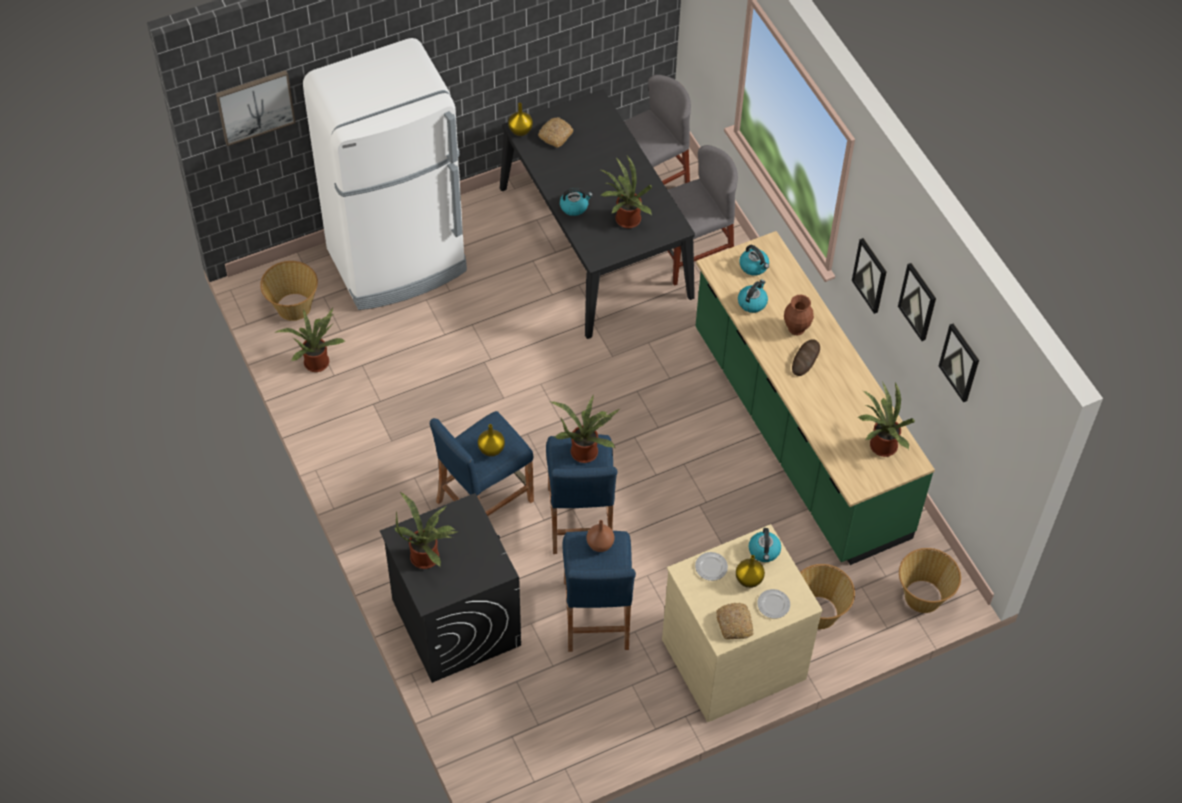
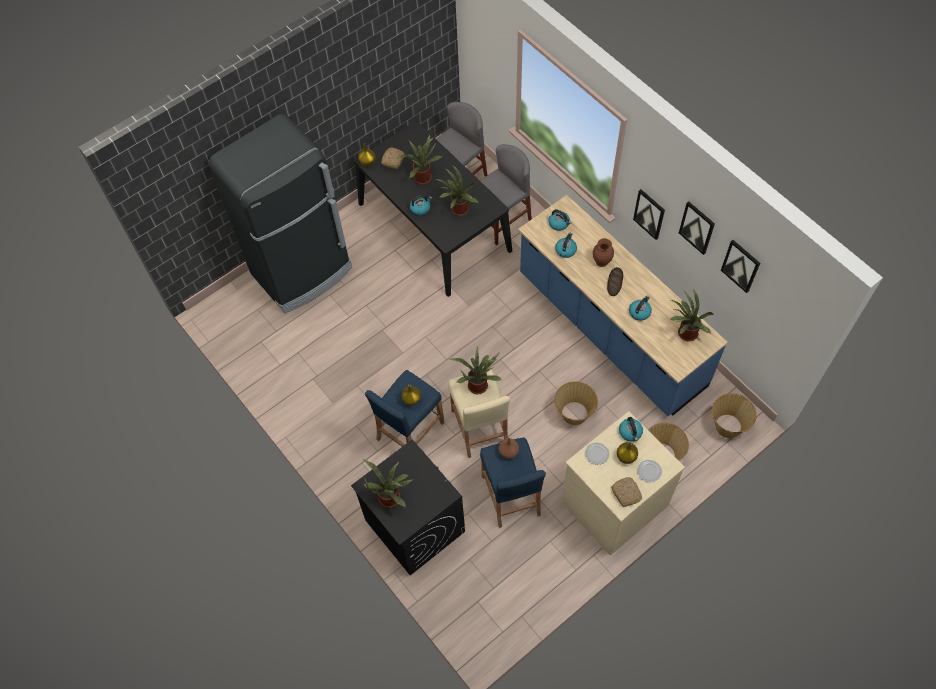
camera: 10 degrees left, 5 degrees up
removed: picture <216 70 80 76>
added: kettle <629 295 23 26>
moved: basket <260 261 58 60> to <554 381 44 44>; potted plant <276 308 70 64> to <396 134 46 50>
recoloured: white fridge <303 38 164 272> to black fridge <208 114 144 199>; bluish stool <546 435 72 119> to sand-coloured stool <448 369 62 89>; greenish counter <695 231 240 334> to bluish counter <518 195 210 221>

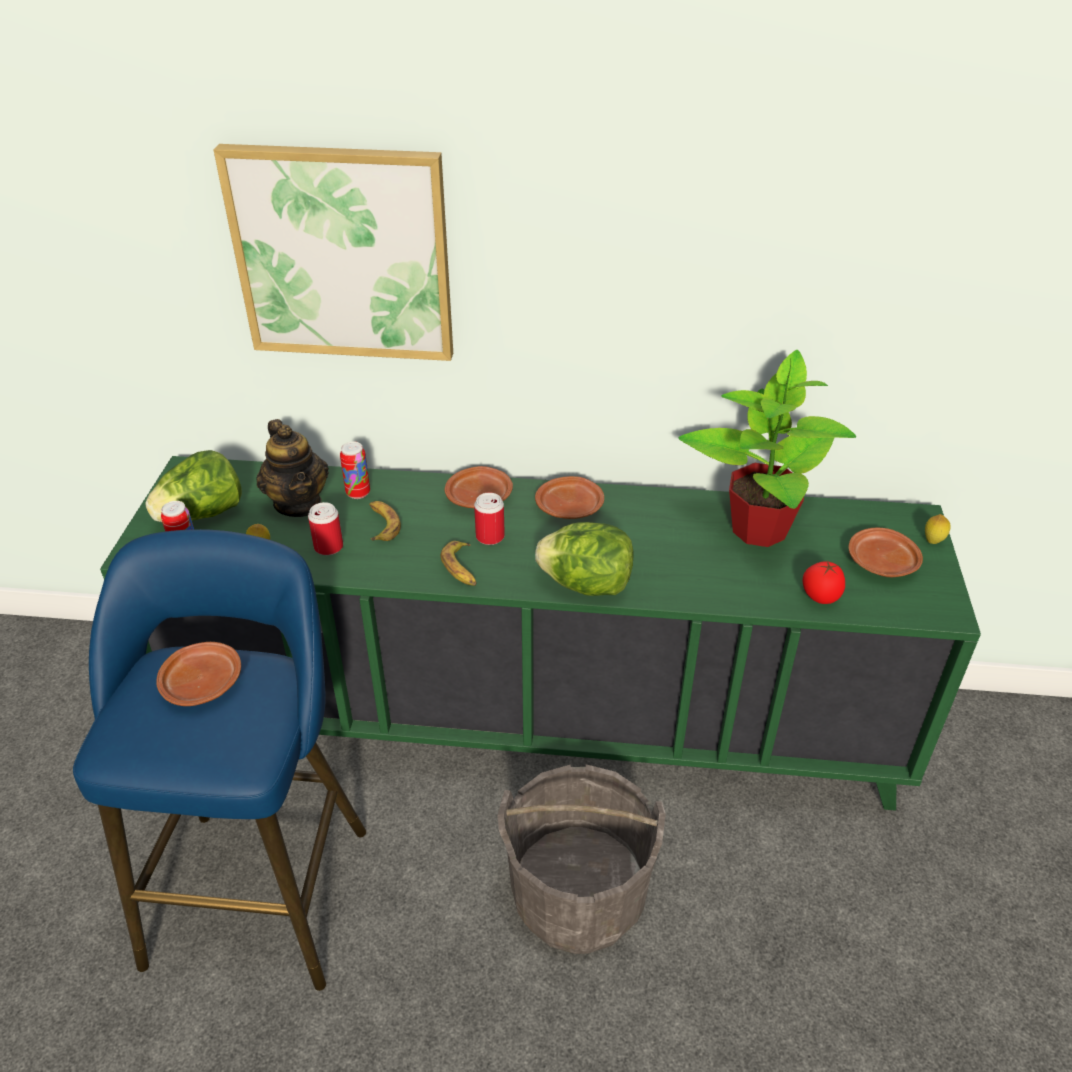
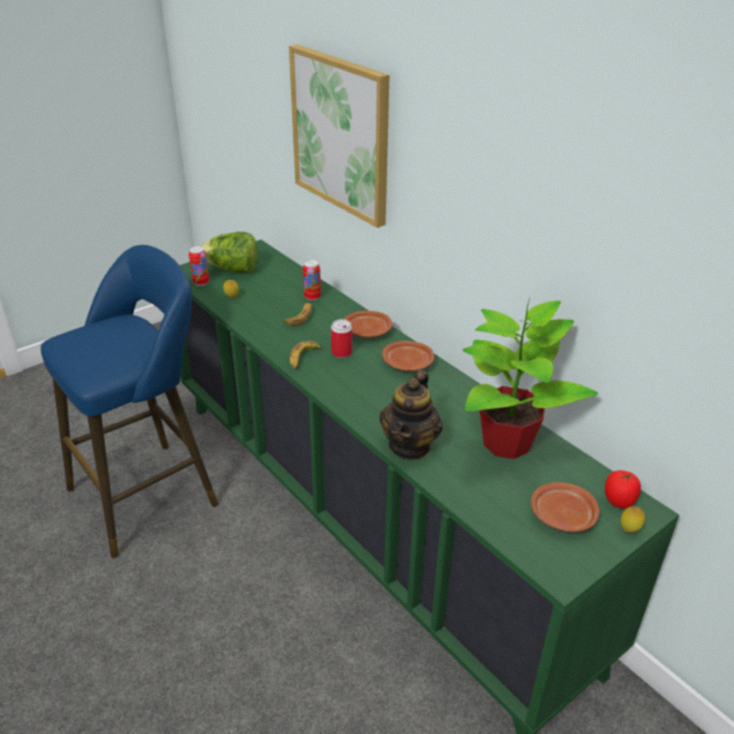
camera: 45 degrees right, 5 degrees down
removed: brownish dinner plate <156 642 85 64>; sealed can <308 502 35 53>; grey water bucket <497 764 169 190>; head of lettuce <535 522 99 74>
moved: teapot <257 419 72 98> to <379 370 63 90>; tomato <802 561 43 43> to <605 470 36 39>

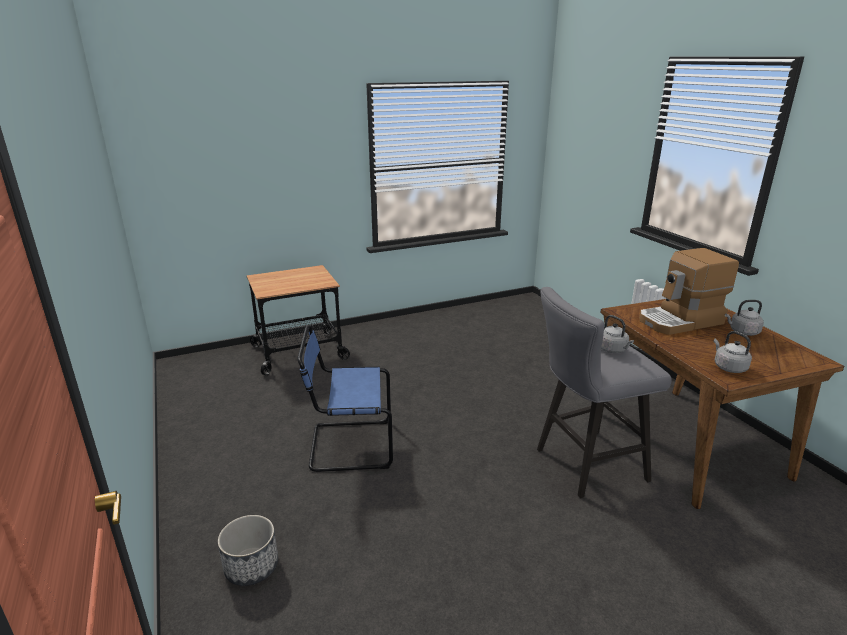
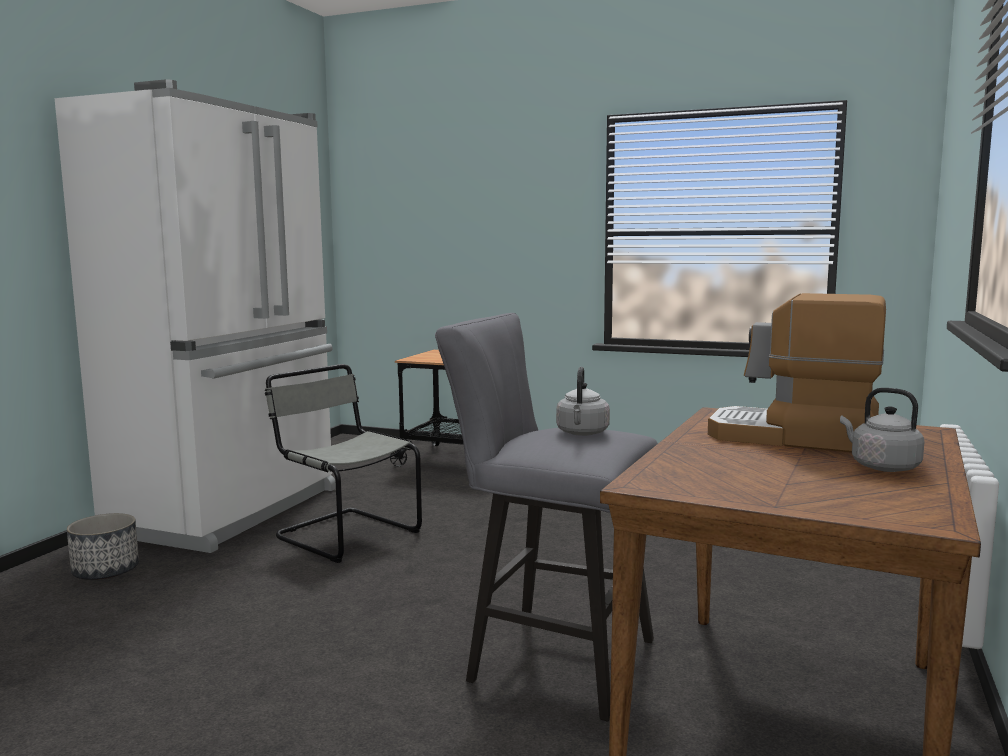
camera: 45 degrees right, 15 degrees down
removed: grey kettle <714 331 38 42>
added: white fridge <55 79 281 474>
recoloured: bluish plain chair <297 325 96 147> to grey plain chair <265 364 157 199>

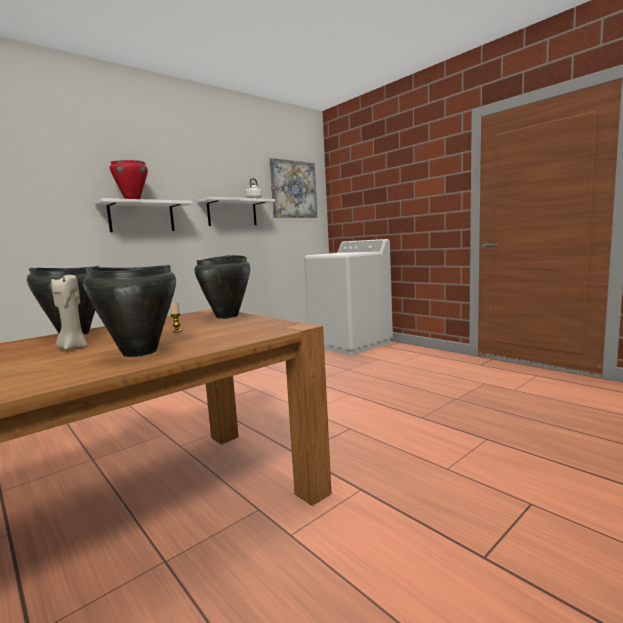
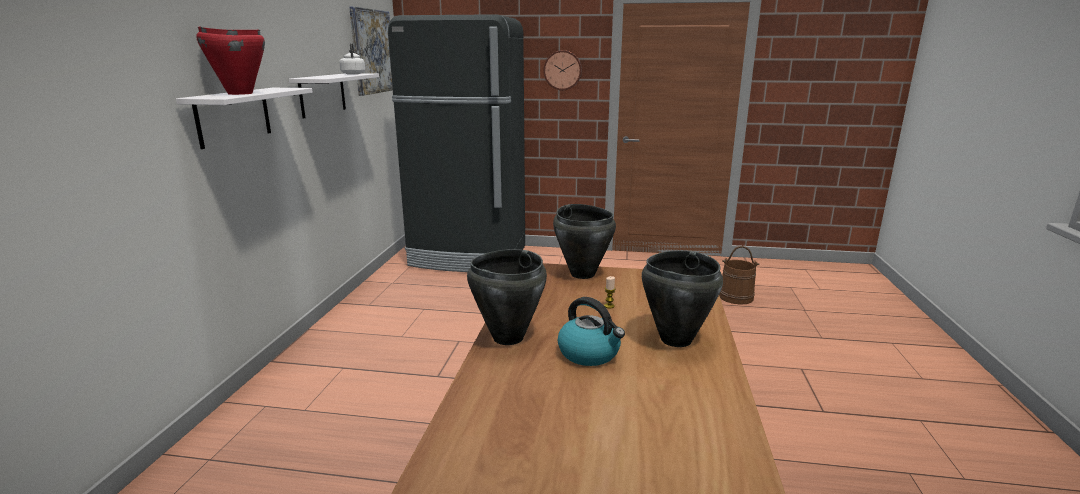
camera: 40 degrees left, 10 degrees up
added: hanging clock <543 50 39 40>; brownish water bucket <719 246 40 59>
replaced: sand-coloured wax candle <51 275 37 75> to kettle <558 297 67 69>; white laundry machine <304 239 89 117> to black fridge <388 14 137 258>

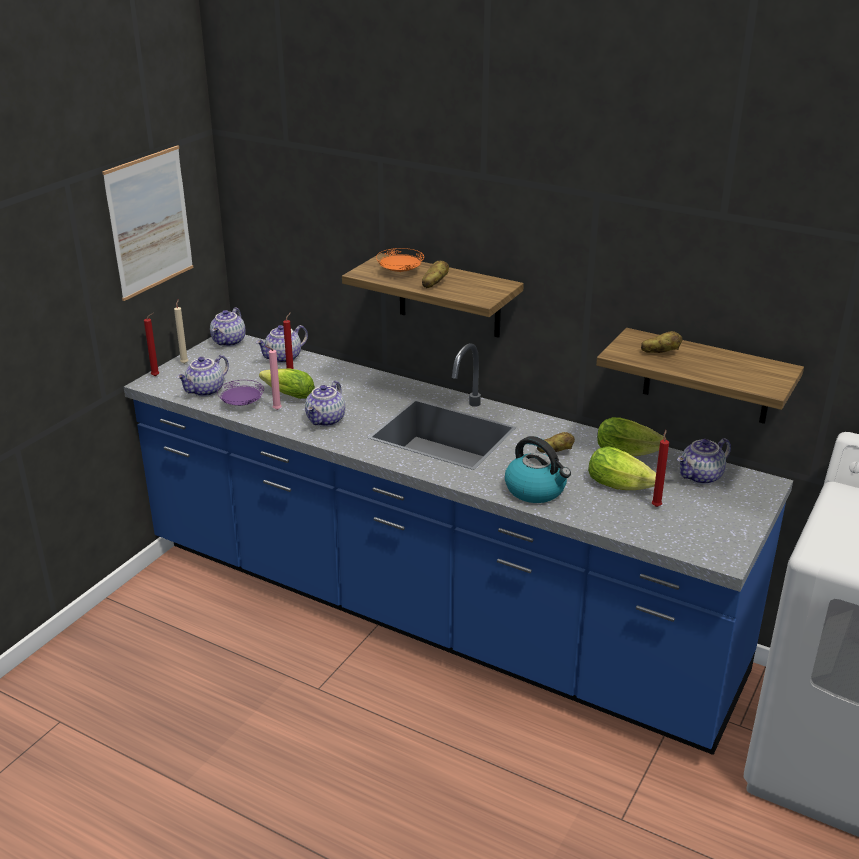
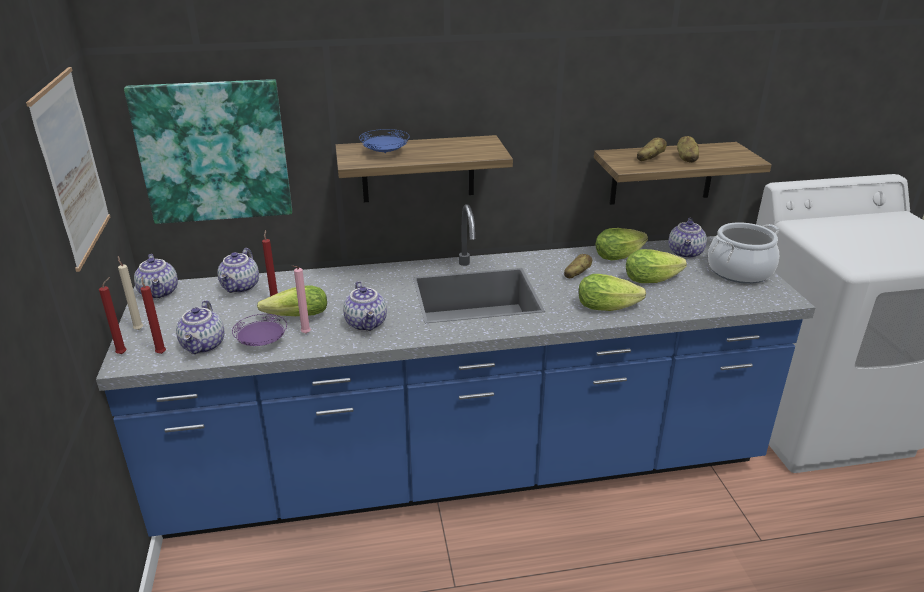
camera: 40 degrees left, 0 degrees up
added: picture <124 79 168 145>; cooking pot <708 222 72 62>
moved: whole potato <422 261 27 27> to <677 136 22 27>; red wax candle <652 430 17 77> to <141 276 25 78>
replaced: kettle <505 436 66 67> to head of lettuce <579 274 67 37>
recoloured: orange dinner plate <376 248 48 24> to bluish dinner plate <359 129 50 24>

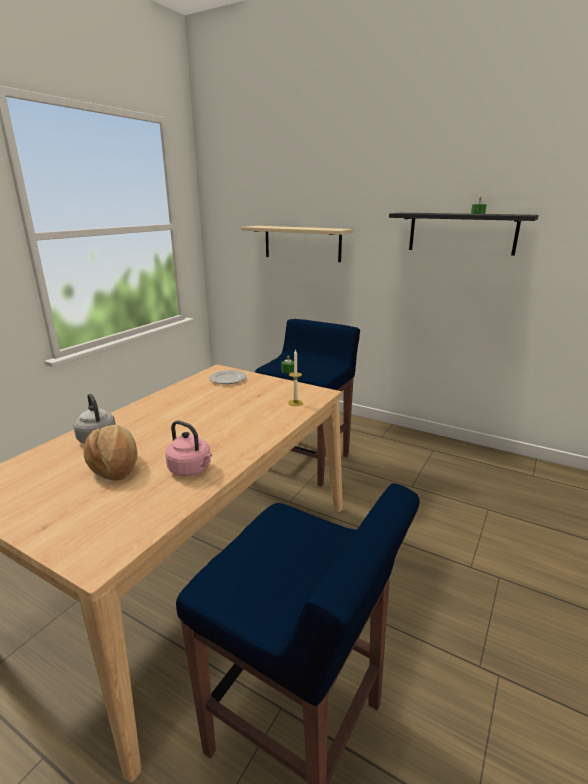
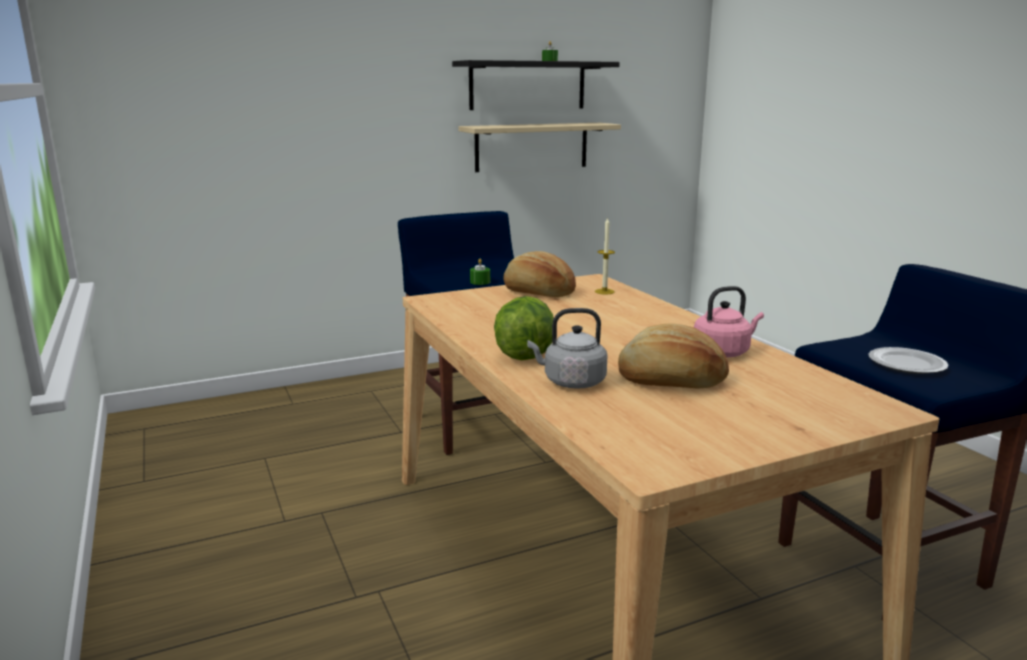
camera: 55 degrees left, 5 degrees down
added: head of lettuce <494 296 60 64>; bakery bread <503 251 73 46>
moved: dinner plate <209 370 38 14> to <868 347 81 27>; sand-coloured bracket shelf <241 226 112 36> to <459 123 162 49>

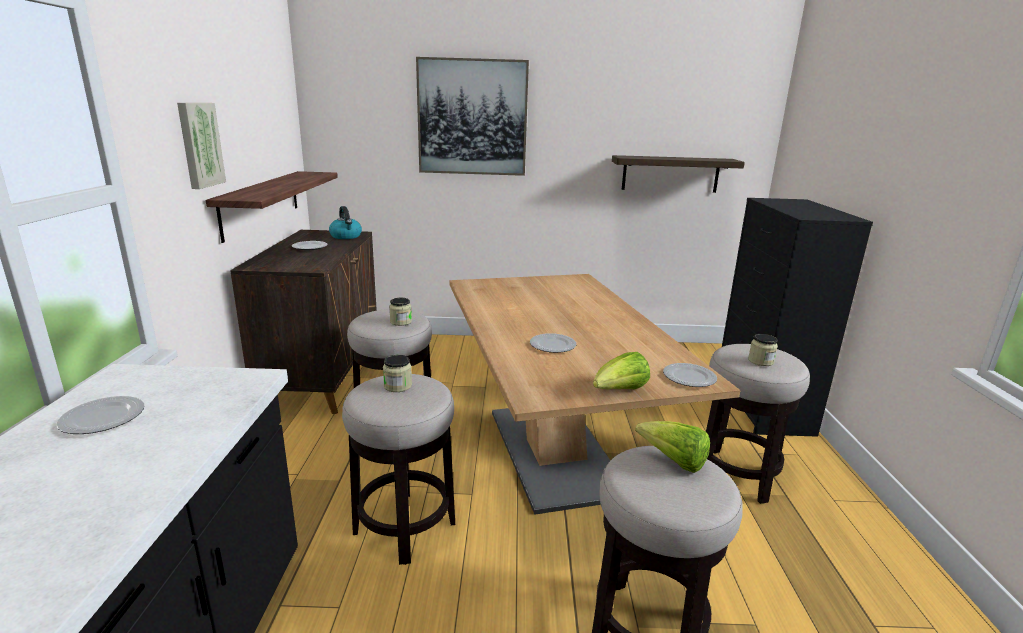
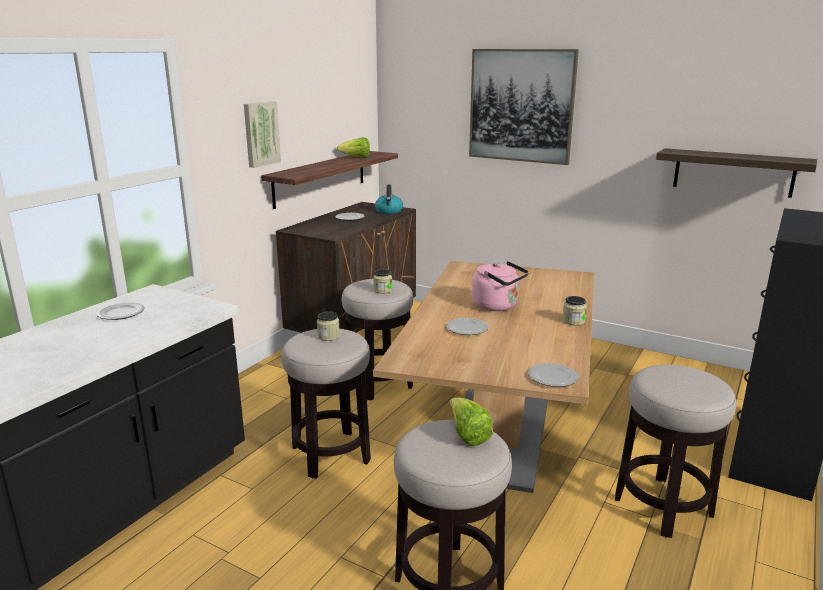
camera: 30 degrees right, 0 degrees up
added: pink kettle <472 261 57 50>
moved: head of lettuce <593 352 57 37> to <337 137 33 21>; jar <748 334 30 32> to <563 296 24 30>

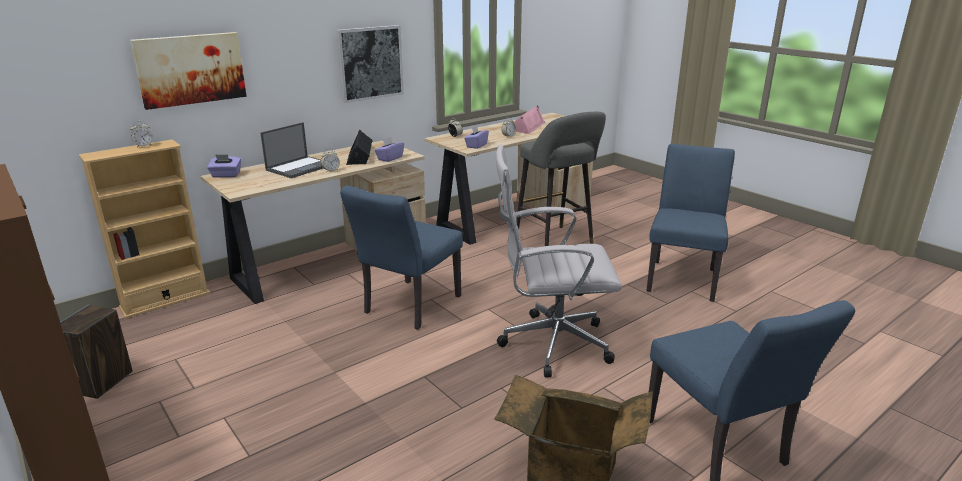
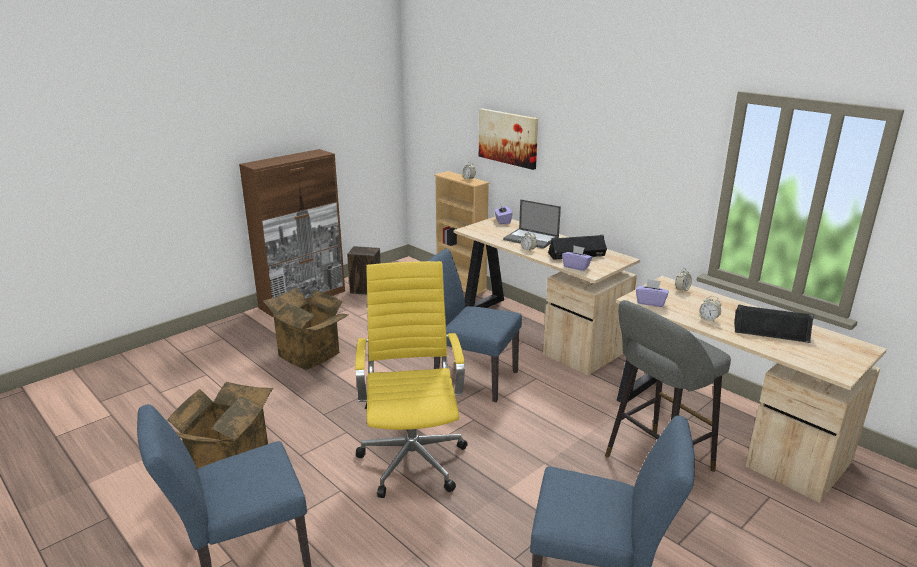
camera: 85 degrees right, 0 degrees up
removed: picture <336 25 68 78>
added: cardboard box <263 287 85 83>
recoloured: white desk chair <496 145 126 232> to yellow desk chair <355 261 113 237>; pink loudspeaker <514 105 31 29> to black loudspeaker <734 305 80 38>

